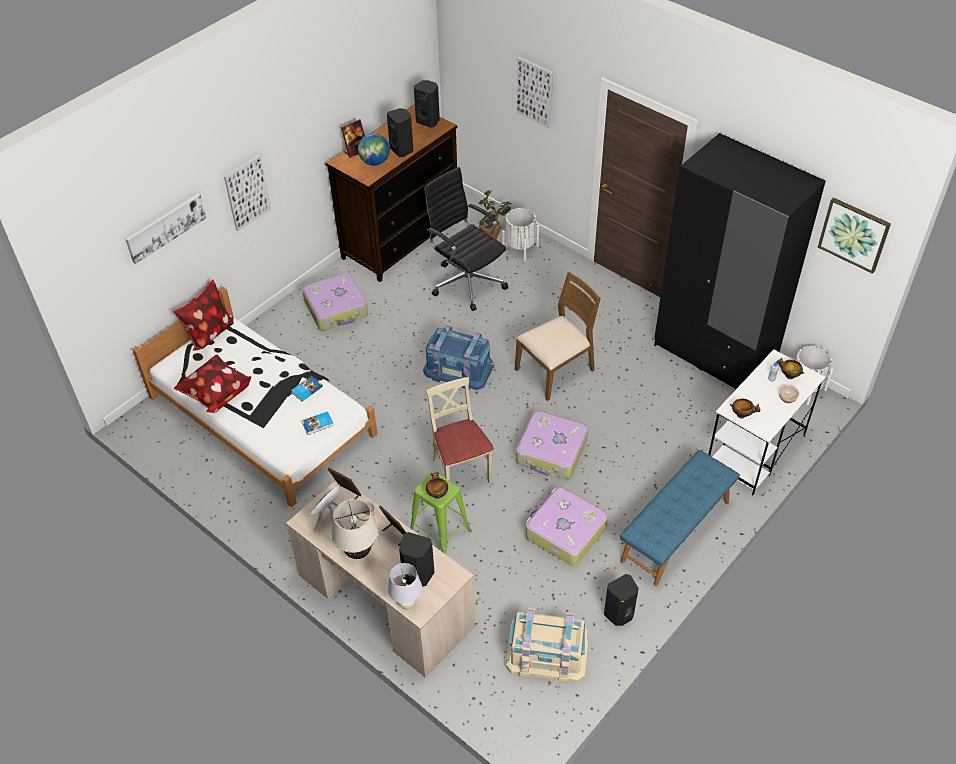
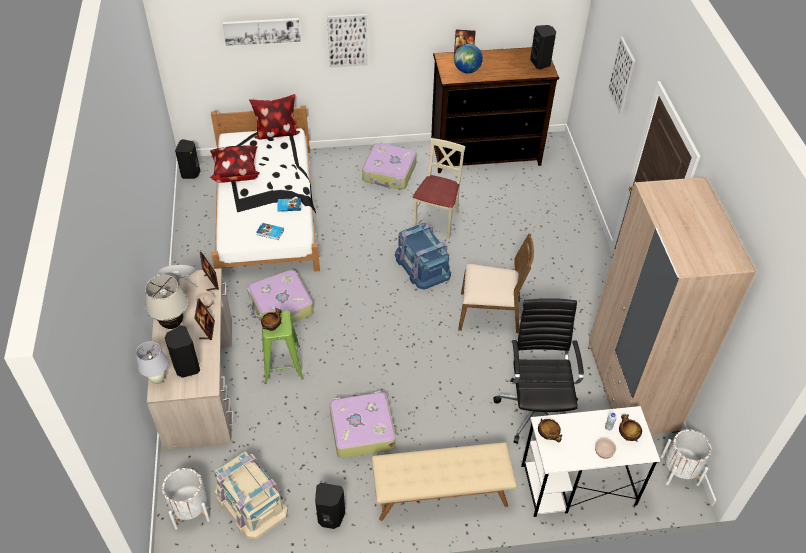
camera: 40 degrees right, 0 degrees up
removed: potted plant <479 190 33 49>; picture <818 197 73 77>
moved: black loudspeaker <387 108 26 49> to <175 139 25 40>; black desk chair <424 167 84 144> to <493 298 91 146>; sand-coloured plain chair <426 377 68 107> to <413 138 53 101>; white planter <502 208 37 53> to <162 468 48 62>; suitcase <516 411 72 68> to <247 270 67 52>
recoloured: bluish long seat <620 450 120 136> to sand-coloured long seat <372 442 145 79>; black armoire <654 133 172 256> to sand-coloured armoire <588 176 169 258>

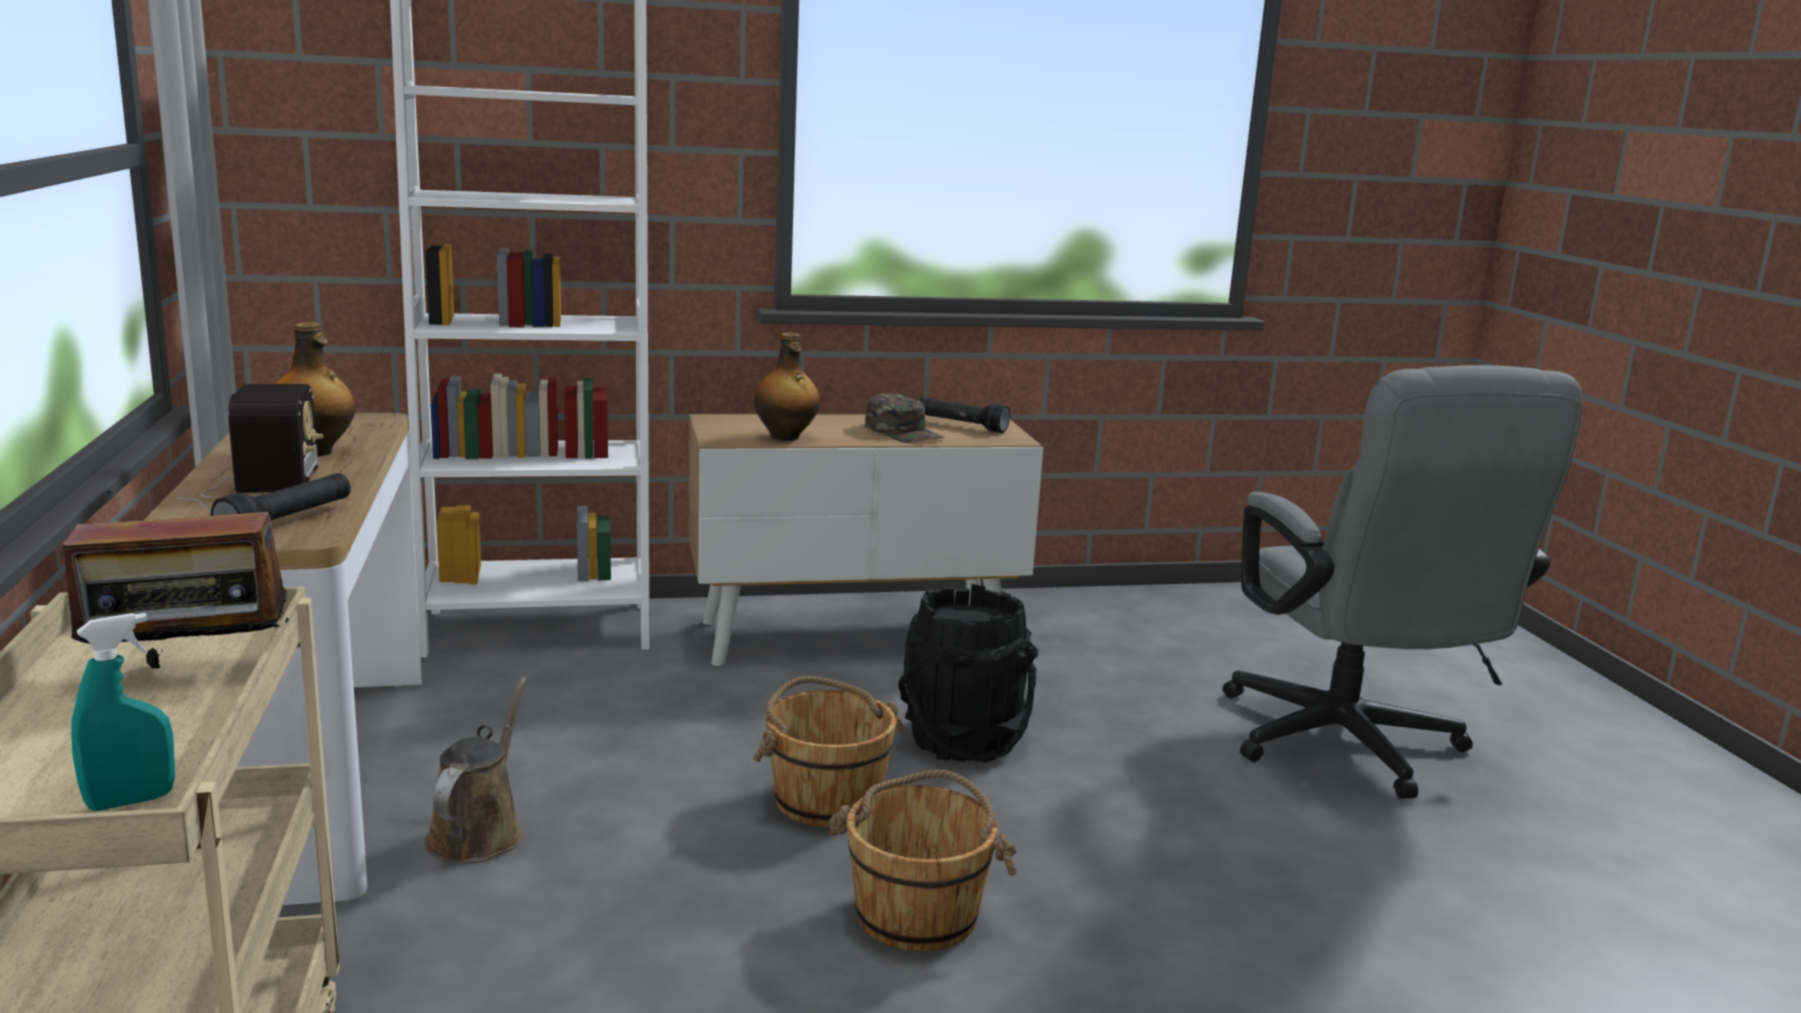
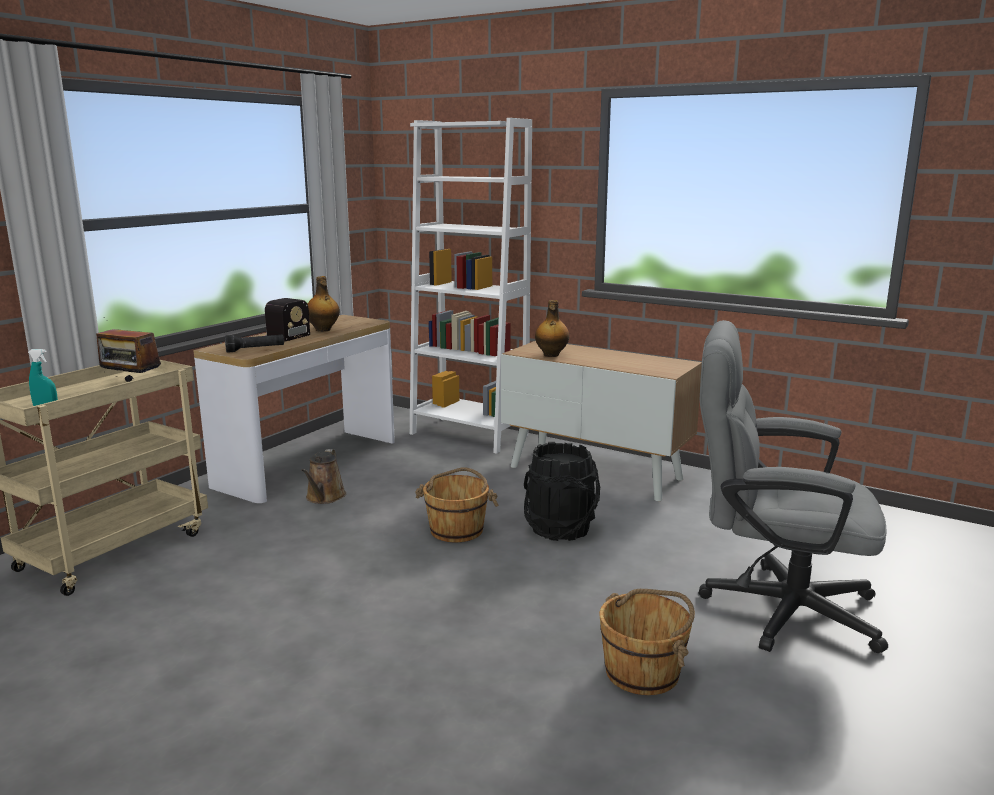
camera: 45 degrees right, 0 degrees up
removed: greenish baseball cap <865 393 80 50>; black hand torch <919 397 91 36>
moved: brownish water bucket <829 770 188 181> to <599 589 96 106>
turned: brownish watering can <425 677 102 187> = <301 449 45 55> 135 degrees clockwise; grey desk chair <1222 365 361 434> = <699 320 189 333> 75 degrees clockwise

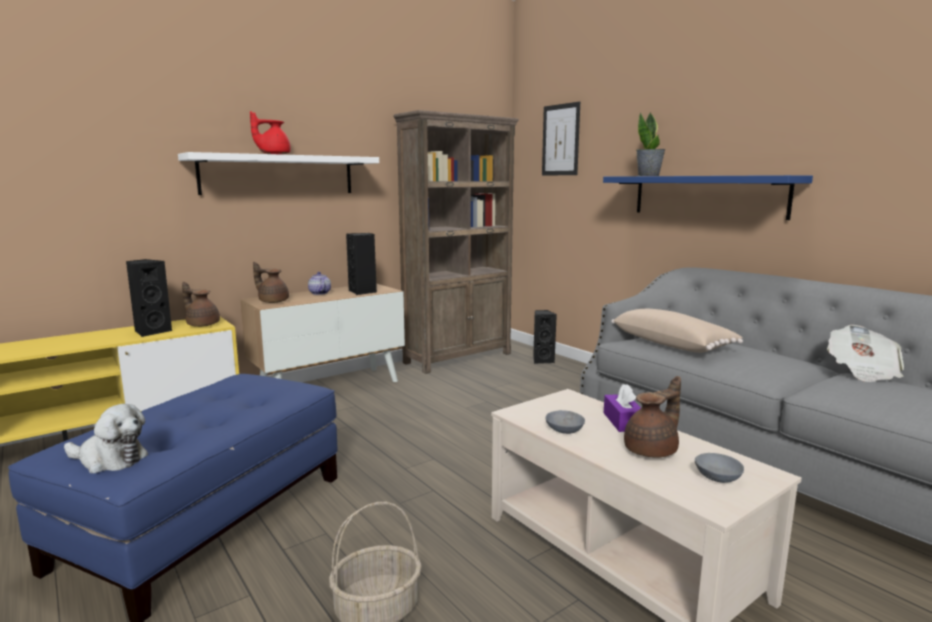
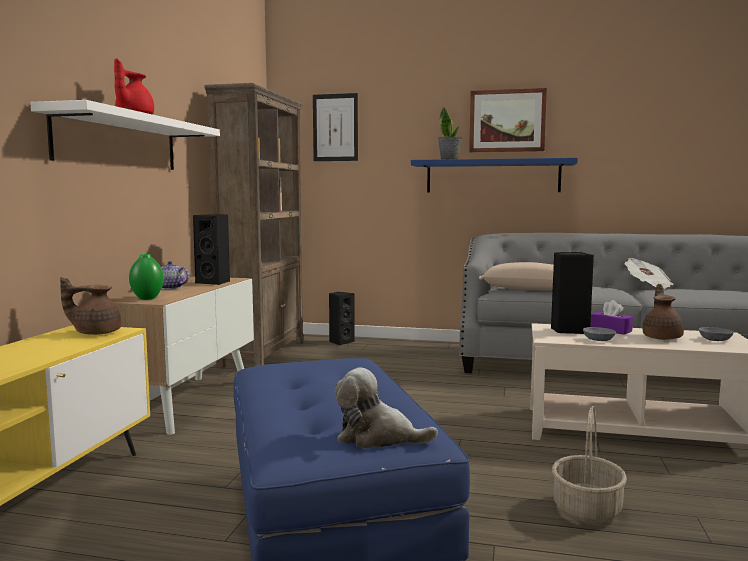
camera: 40 degrees left, 5 degrees down
added: picture <469 88 78 64>
moved: black loudspeaker <126 259 46 78> to <551 252 43 82>
replaced: brownish teapot <253 262 36 41> to greenish vase <129 254 35 46>
turned: plush toy <64 404 84 69> = <334 367 104 81> 135 degrees counterclockwise

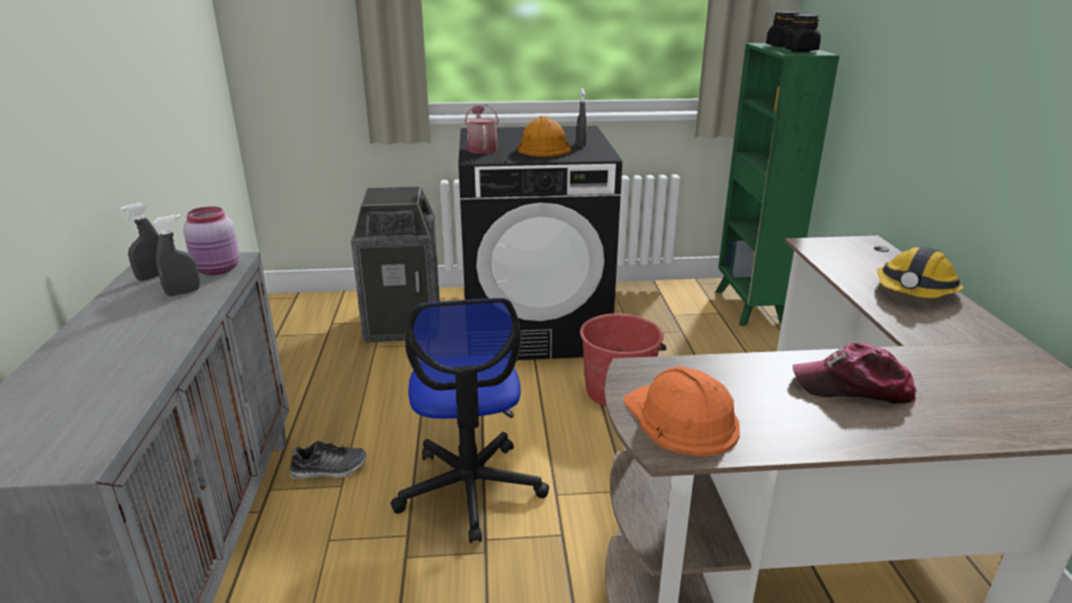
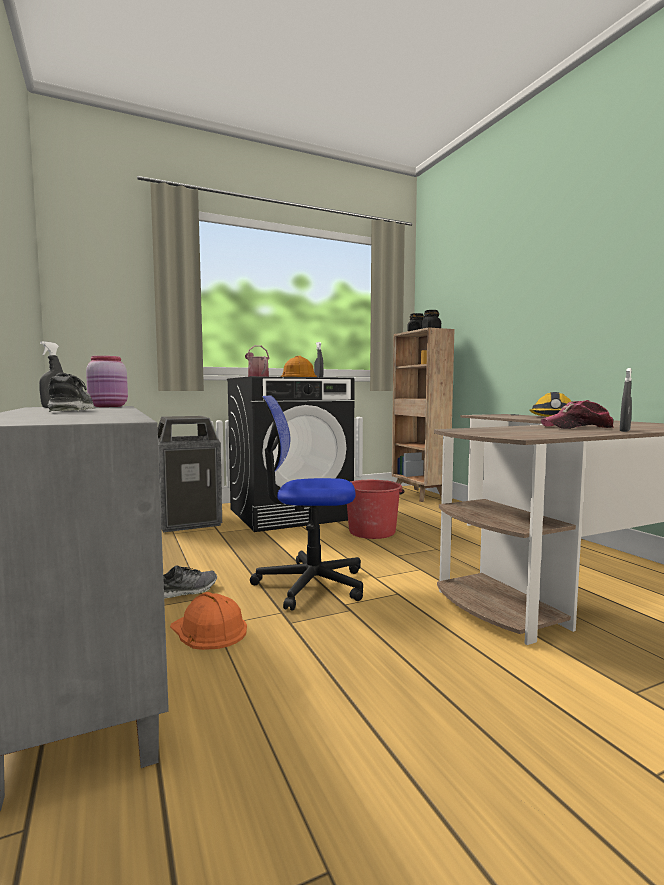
camera: 20 degrees left, 20 degrees down
added: item of footwear <48 373 46 39>
moved: grey hand sprayer <153 214 47 82> to <620 368 12 64>; orange hard hat <624 366 116 90> to <170 592 77 58>
recoloured: greenish bookcase <716 43 124 283> to brownish bookcase <392 327 62 175>
turned: desk chair <391 298 158 245> = <250 395 113 216> 120 degrees clockwise

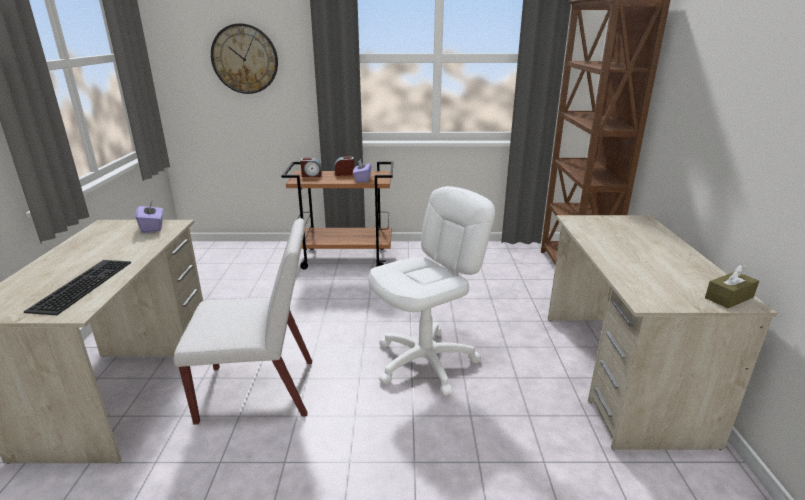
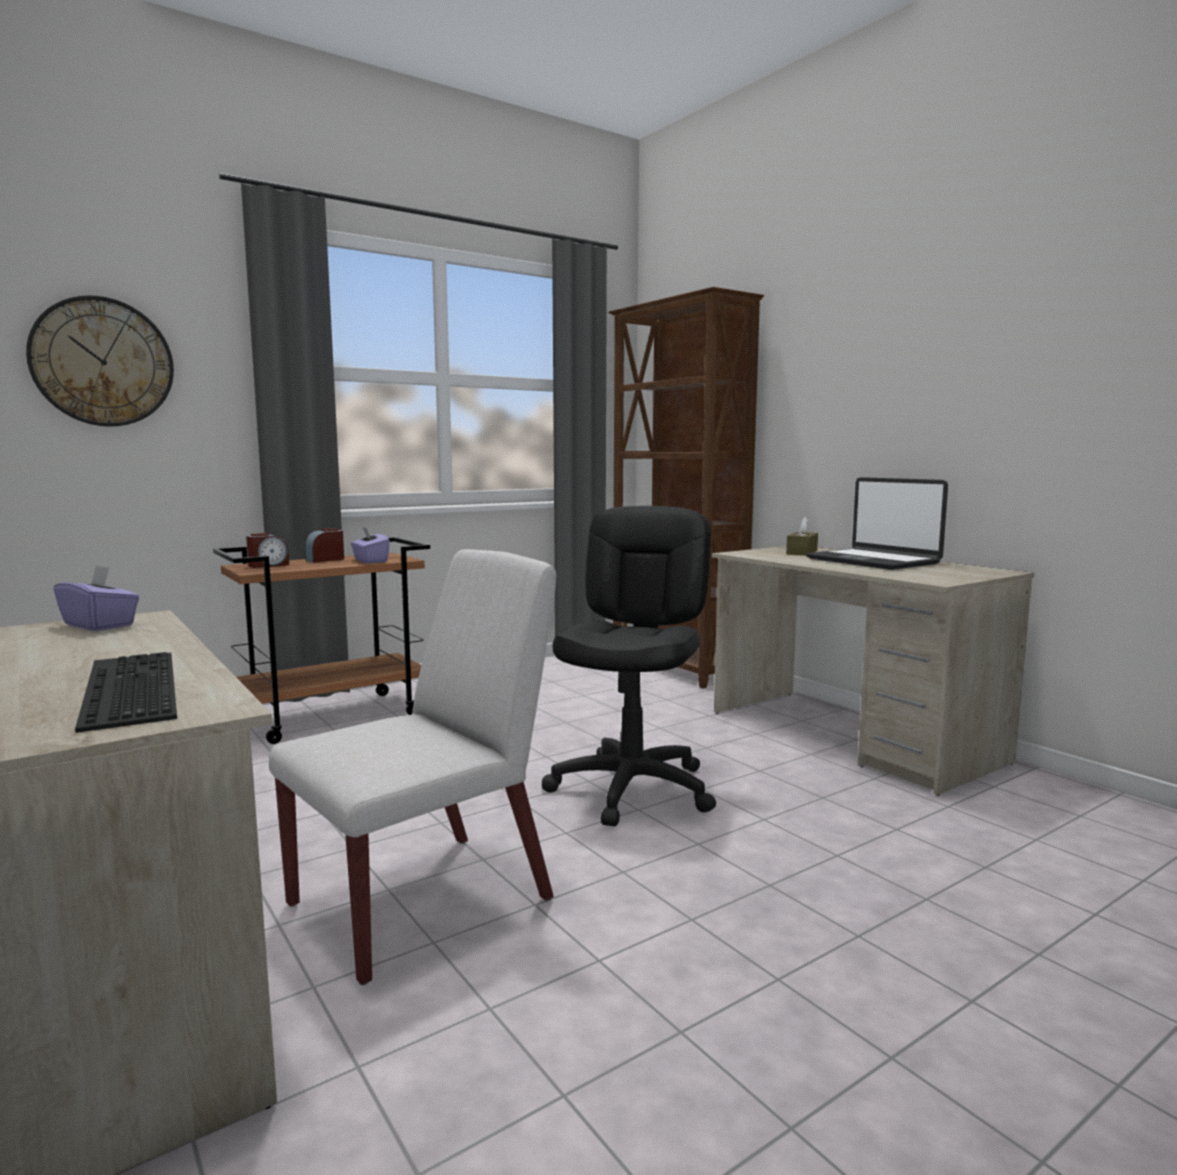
camera: 35 degrees left, 15 degrees down
added: laptop <806 477 142 93>
moved: brownish box of tissues <705 264 54 44> to <786 516 32 39>
recoloured: white desk chair <368 186 127 210> to black desk chair <542 506 174 320>

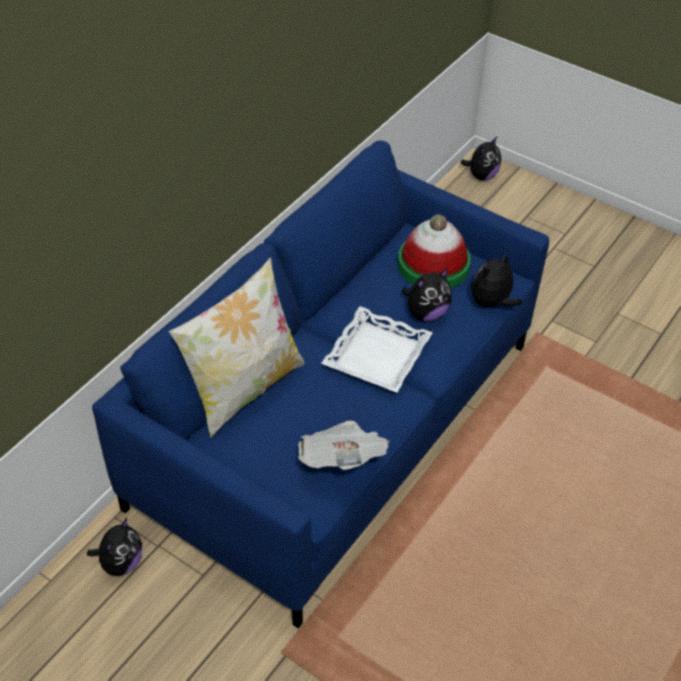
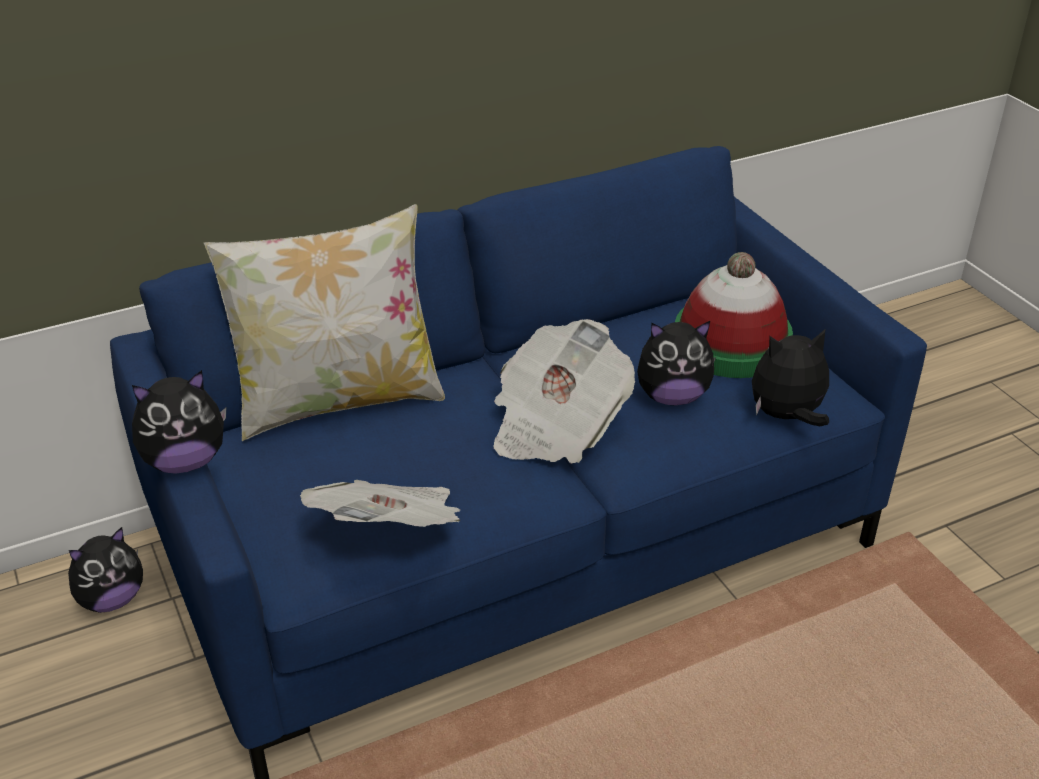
camera: 30 degrees right, 10 degrees down
moved: plush toy <461 136 40 44> to <132 370 94 104>
replaced: white serving tray <321 306 112 87> to newspaper <493 319 142 144>

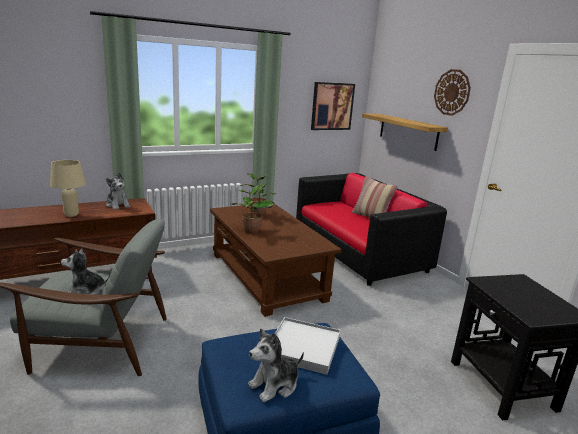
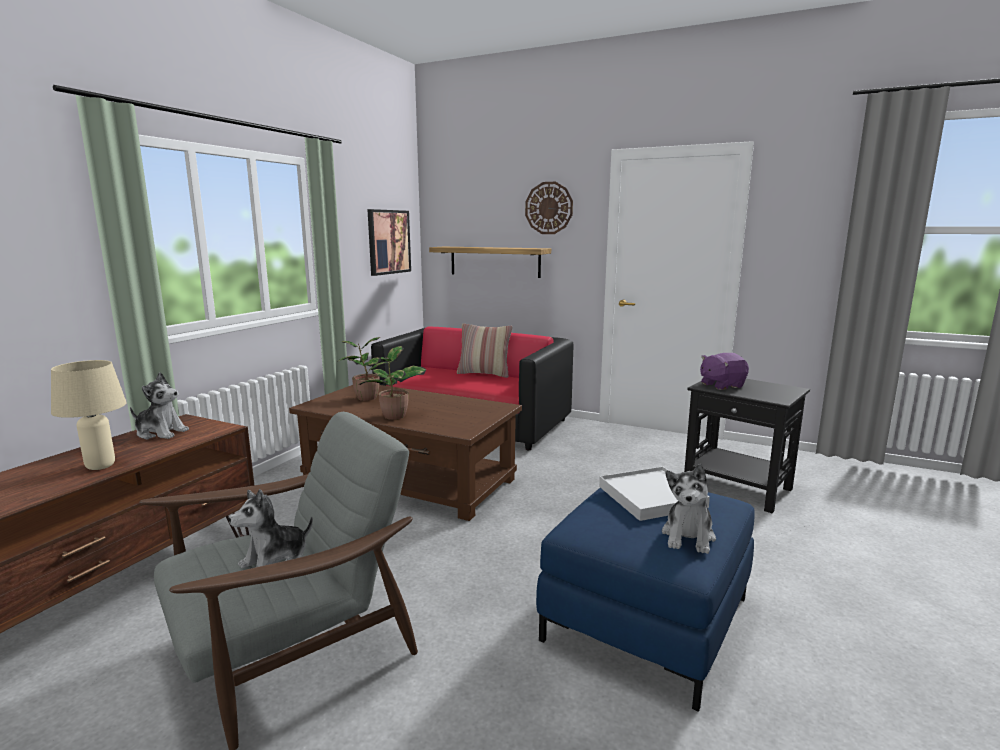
camera: 35 degrees left, 5 degrees down
added: purplish plush toy <700 353 49 37>

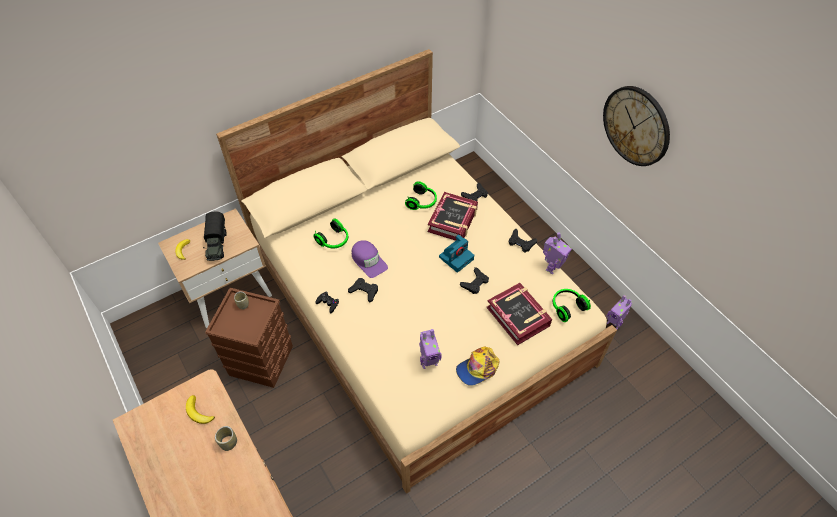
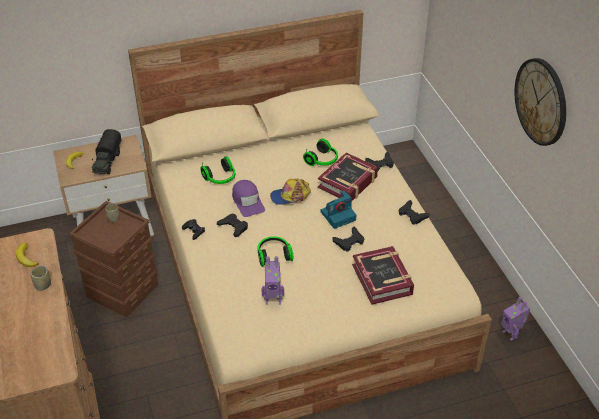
camera: 15 degrees right, 10 degrees down
removed: robot figure <543 232 29 43>
moved: baseball cap <456 346 44 40> to <270 179 41 26>; pair of headphones <553 289 38 33> to <257 236 36 31>

